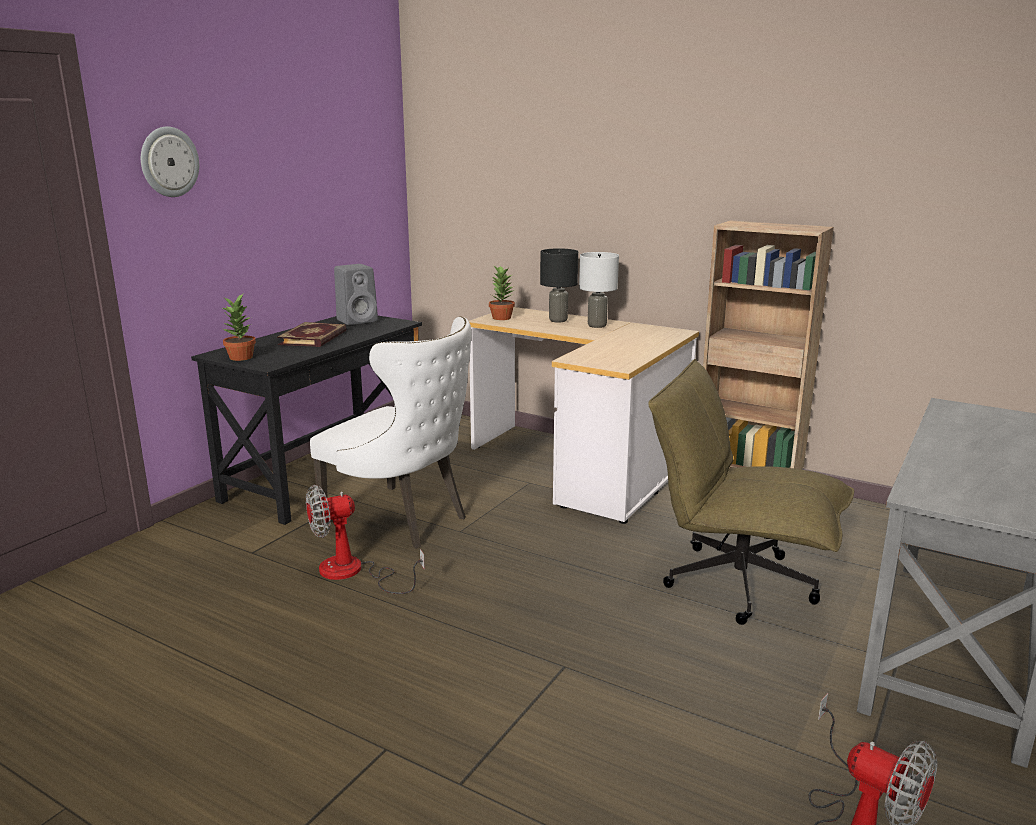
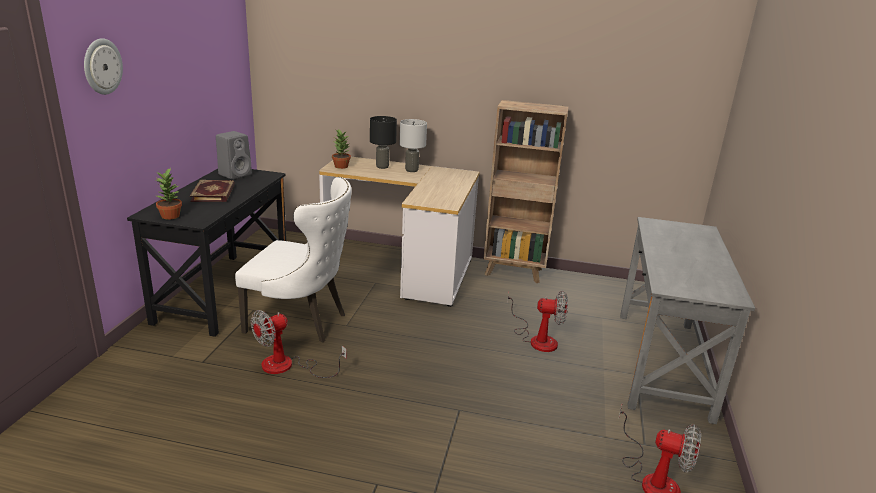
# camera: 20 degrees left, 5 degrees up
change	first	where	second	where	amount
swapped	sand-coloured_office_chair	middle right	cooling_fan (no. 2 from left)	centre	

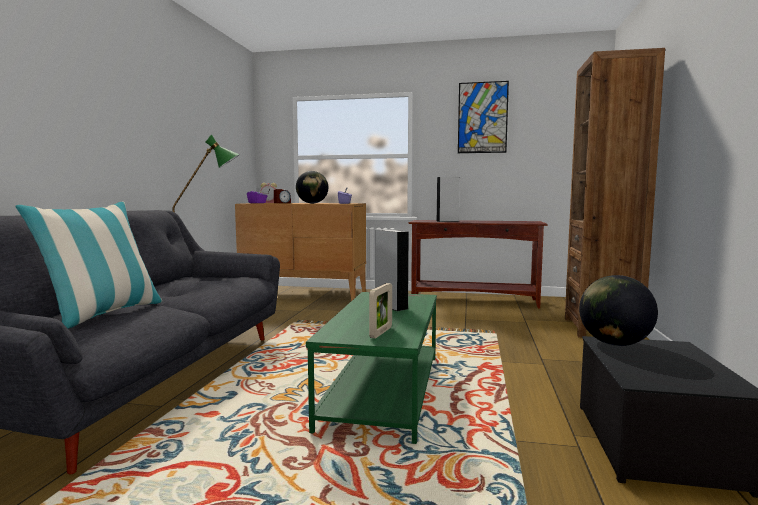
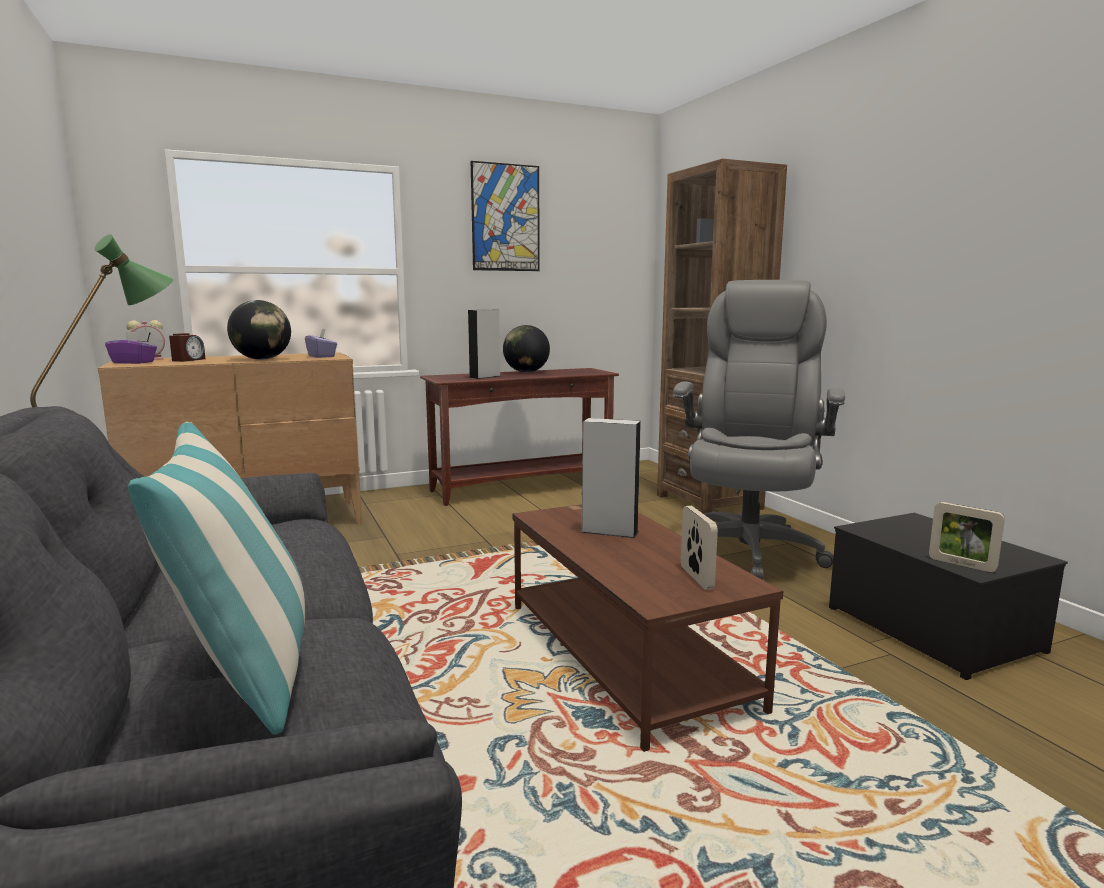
# camera: 35 degrees left, 5 degrees up
change	first	where	second	where	amount
shifted	desk_globe (no. 2 from left)	middle right		centre	
repainted	green_coffee_table	bottom centre	brown-coloured_coffee_table	bottom centre	
new			grey_office_chair	middle right	
new			standing_frame (no. 2 from left)	middle right	

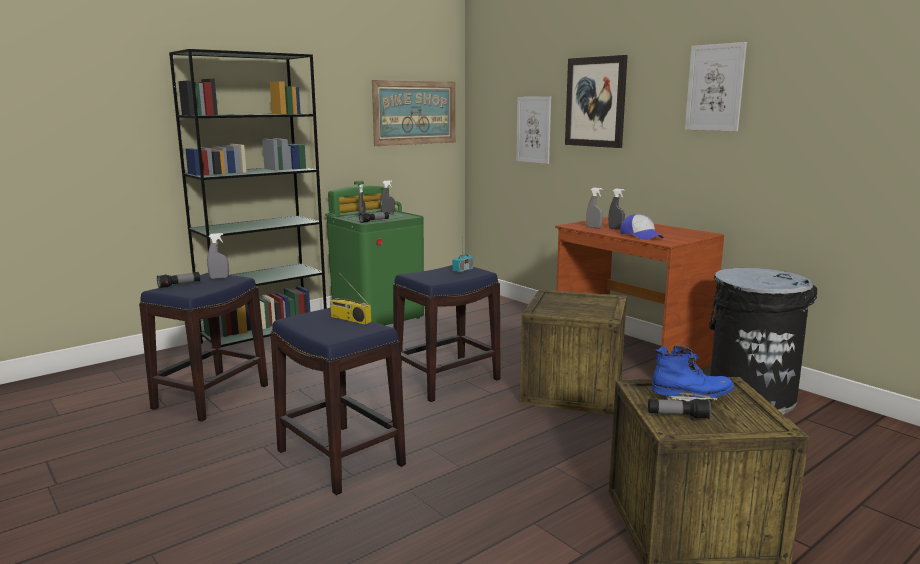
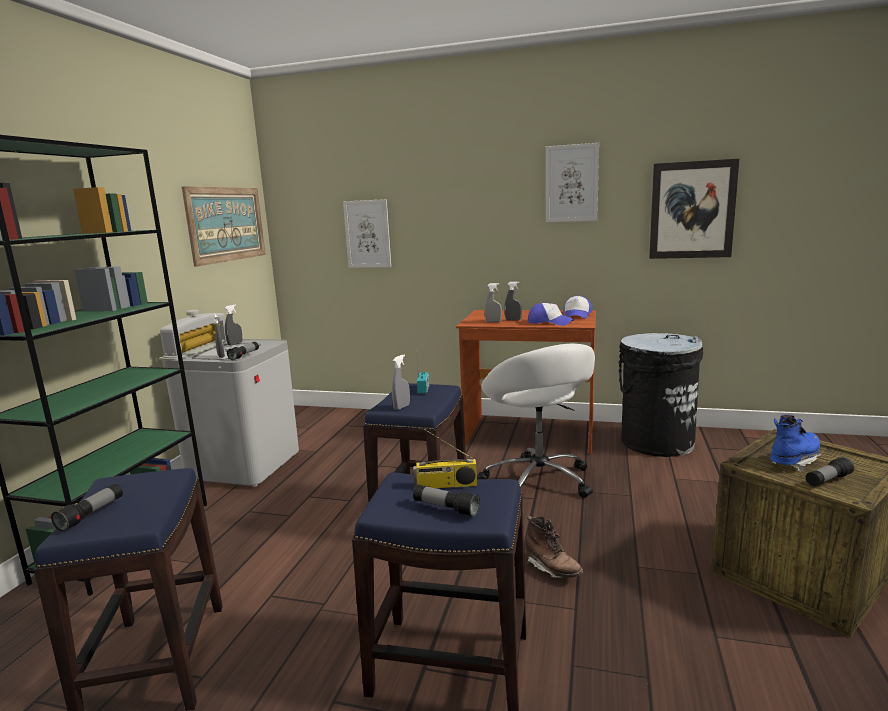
# camera: 35 degrees left, 0 degrees up
change	first	where	second	where	amount
shifted	wall_picture (no. 3 from left in the first image)	top centre	wall_picture (no. 4 from left)	top right	
repainted	green_washing_machine	centre	grey_washing_machine	middle left	
shifted	grey_sprayer (no. 1 from left in the first image)	middle left	grey_sprayer (no. 3 from left)	centre	
swapped	packing_crate (no. 1 from left)	centre	white-coloured_office_chair	centre	
new			cap (no. 2 from left)	centre	
new			flashlight (no. 3 from left)	bottom centre	
new			brown-coloured_boot	bottom centre	

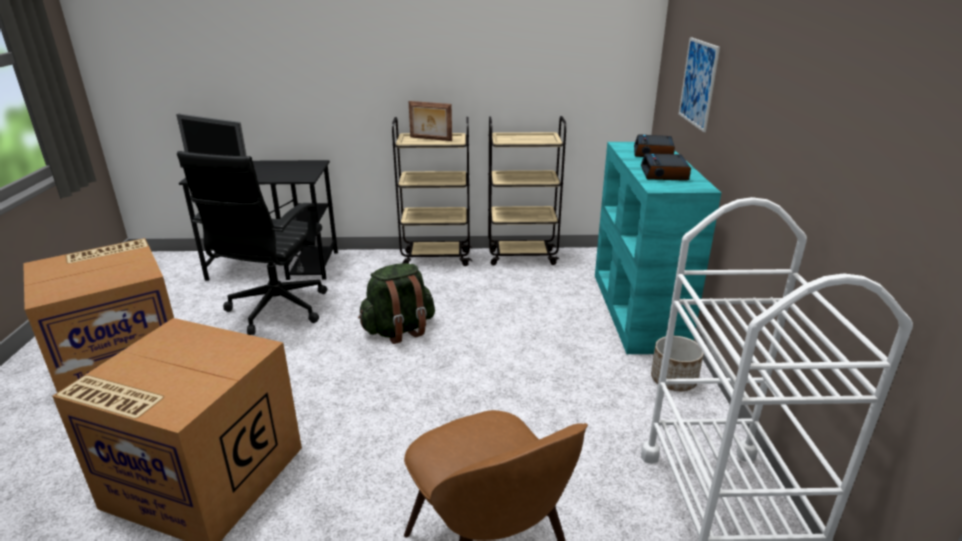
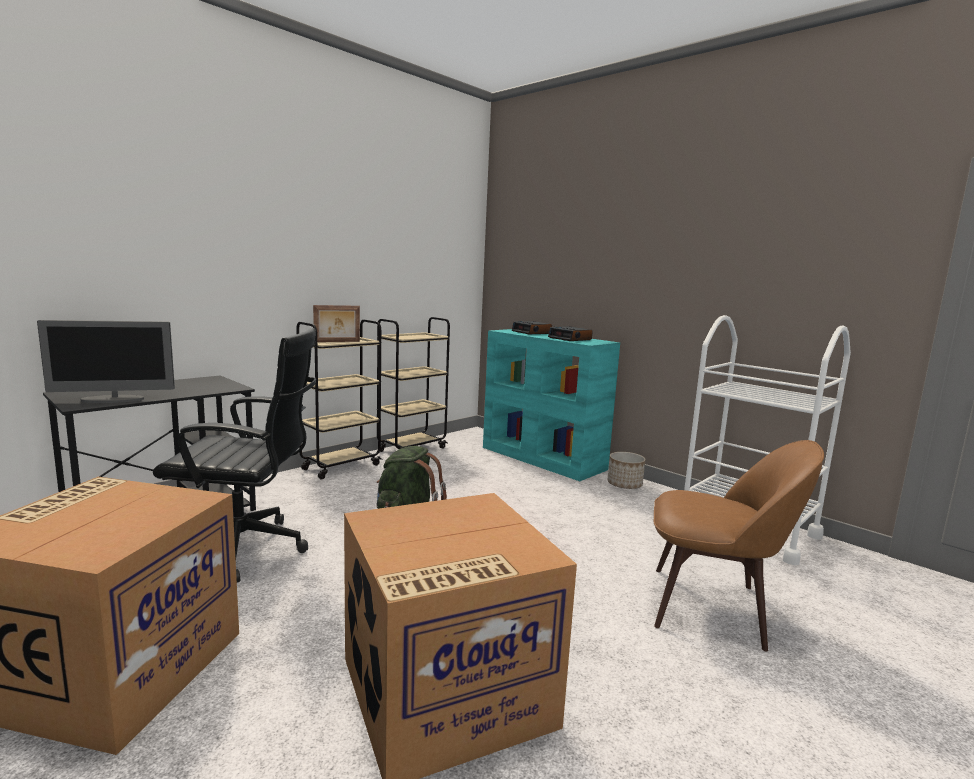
# camera: 45 degrees left, 15 degrees down
change	first	where	second	where	amount
gone	wall_picture	top right			
rotated	black_office_chair	middle left		middle left	60 degrees counterclockwise

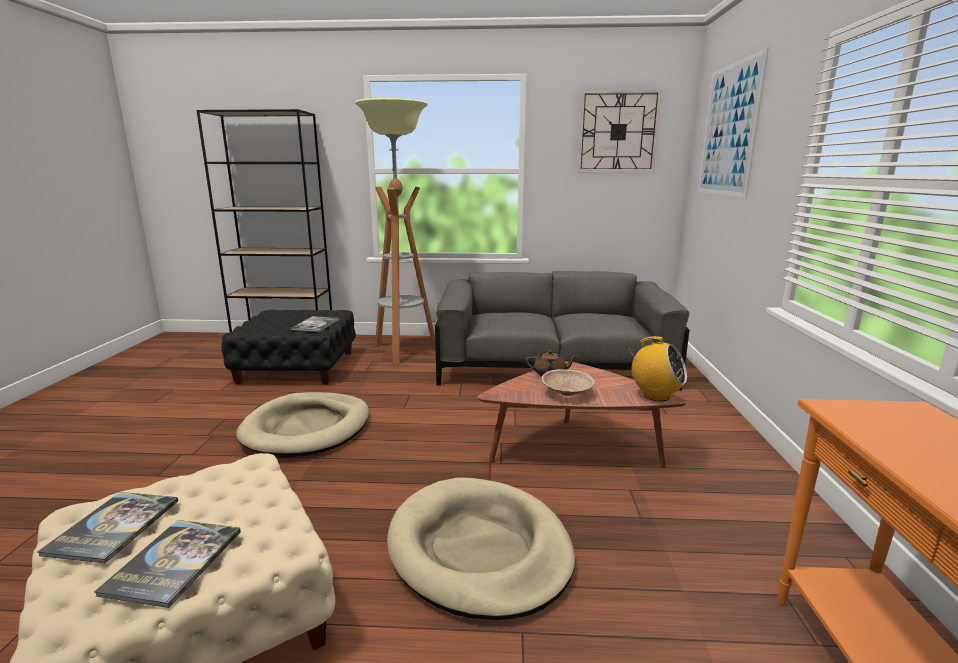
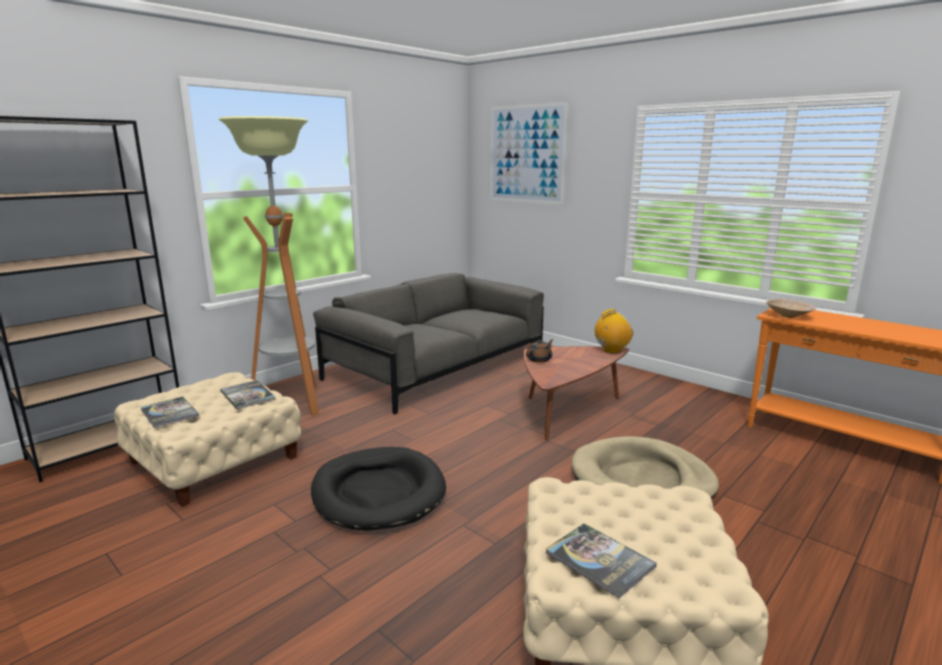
# camera: 50 degrees left, 0 degrees up
change	first	where	second	where	amount
gone	hanging_clock	top centre			
repainted	black_pouffe	middle left	sand-coloured_pouffe (no. 1 from left)	middle left	
shifted	sand-coloured_deep_dish	centre		middle right	
repainted	sand-coloured_dog_cushion (no. 1 from left)	middle left	black_dog_cushion	bottom centre	
shifted	book (no. 2 from left in the first image)	bottom left	book (no. 1 from left)	middle left	

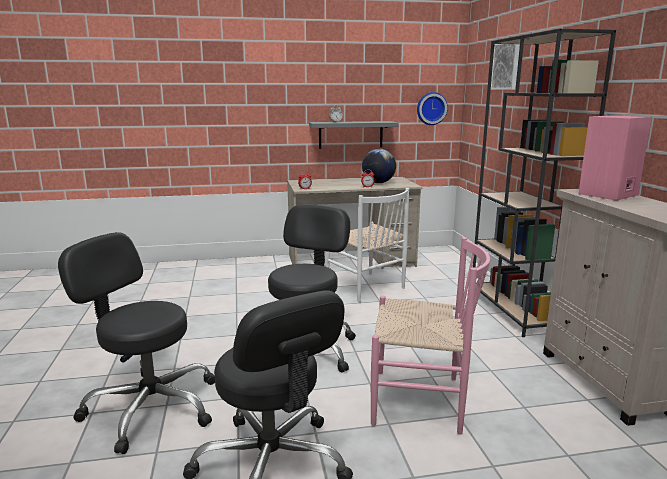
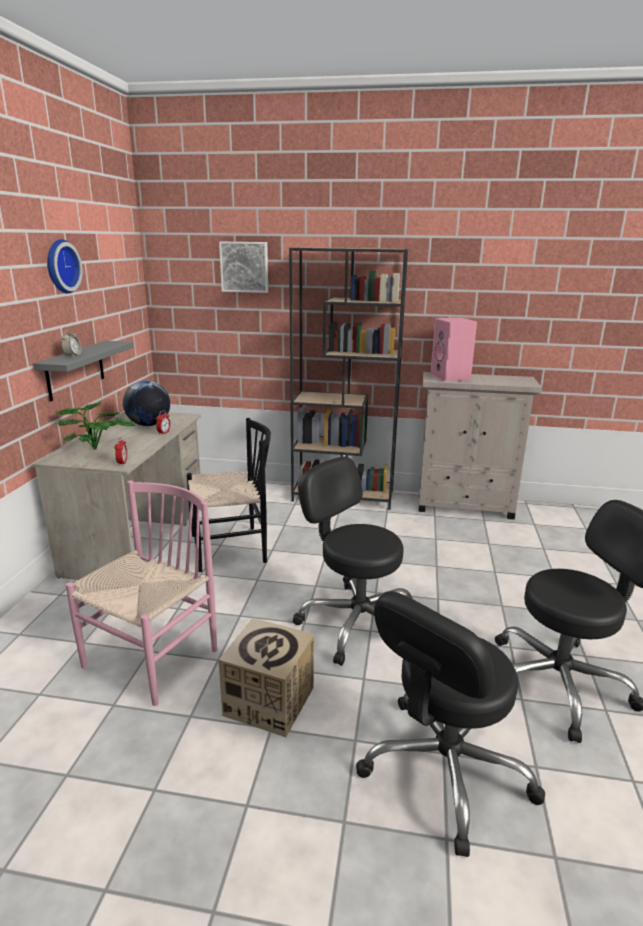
# camera: 70 degrees left, 5 degrees up
change	first	where	second	where	amount
shifted	hanging_clock	top centre		top left	
repainted	white-coloured_upright_chair	centre	black_upright_chair	centre	
shifted	pink_upright_chair	bottom centre		middle left	
new			plant_in_a_pot	middle left	
new			carton	bottom centre	

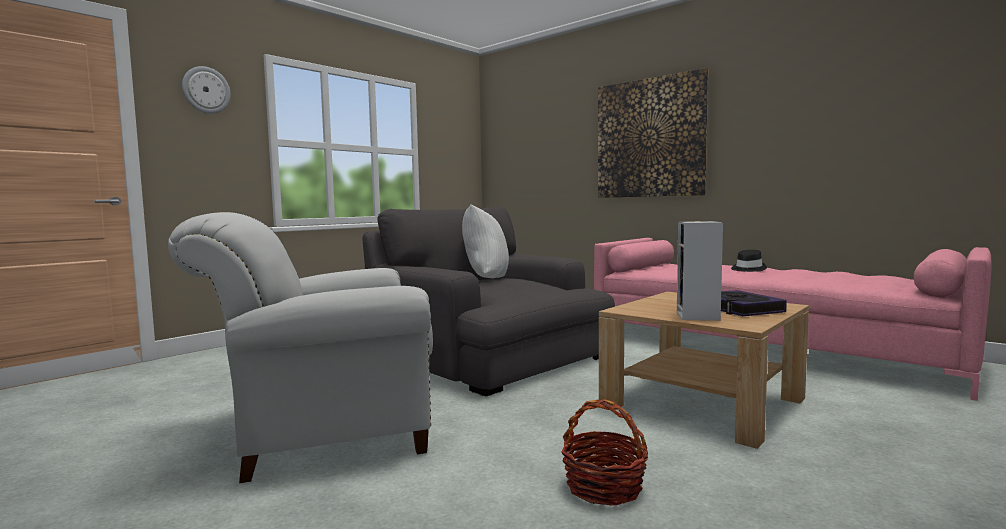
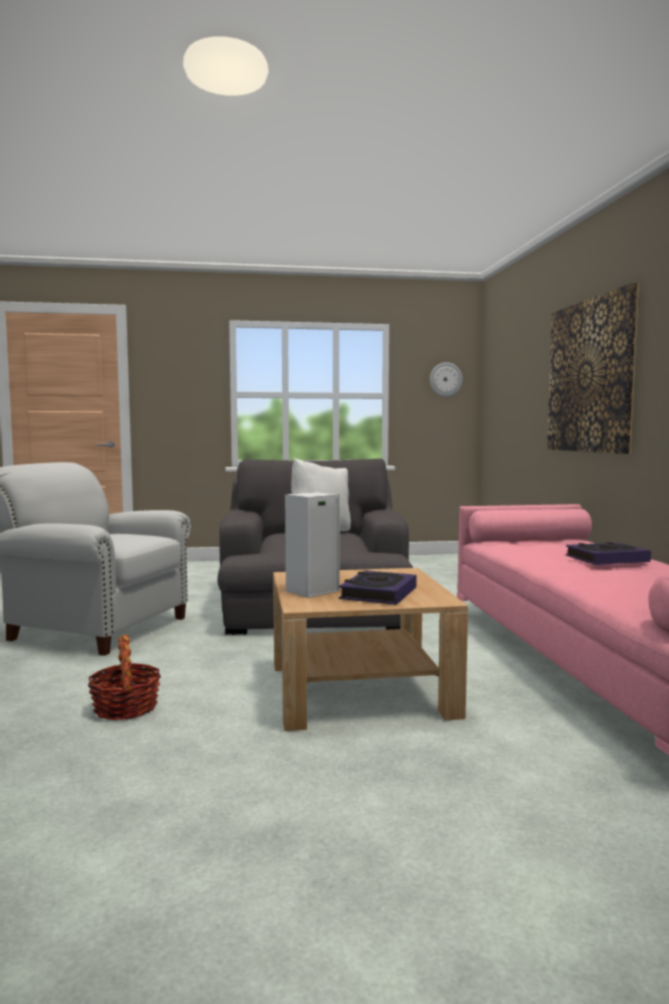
# camera: 40 degrees right, 0 degrees up
change	first	where	second	where	amount
shifted	hanging_clock	top left		middle right	
swapped	black_hat	middle right	book (no. 2 from left)	middle right	

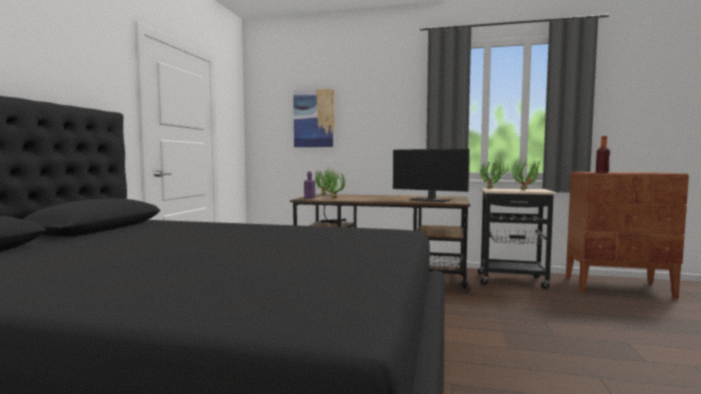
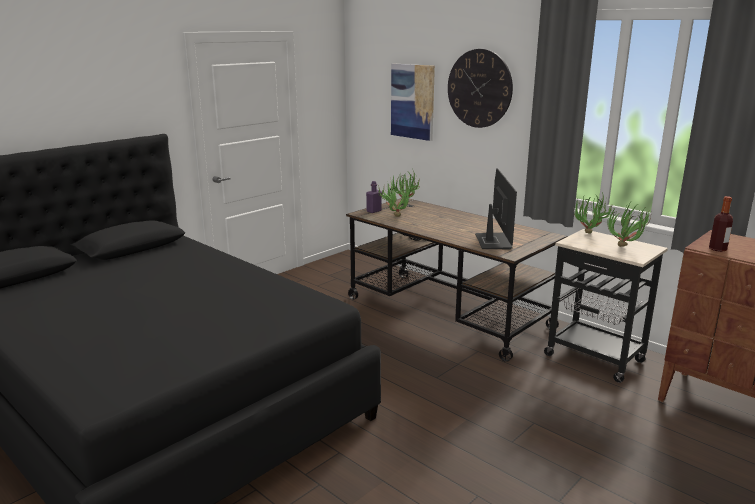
# camera: 30 degrees right, 15 degrees up
change	first	where	second	where	amount
rotated	computer_display	centre		centre	150 degrees counterclockwise
new			hanging_clock	top centre	

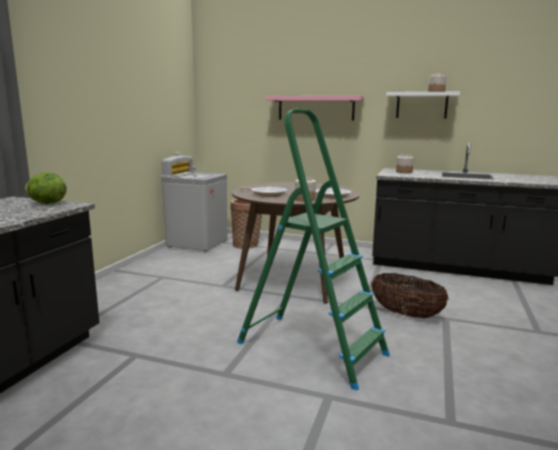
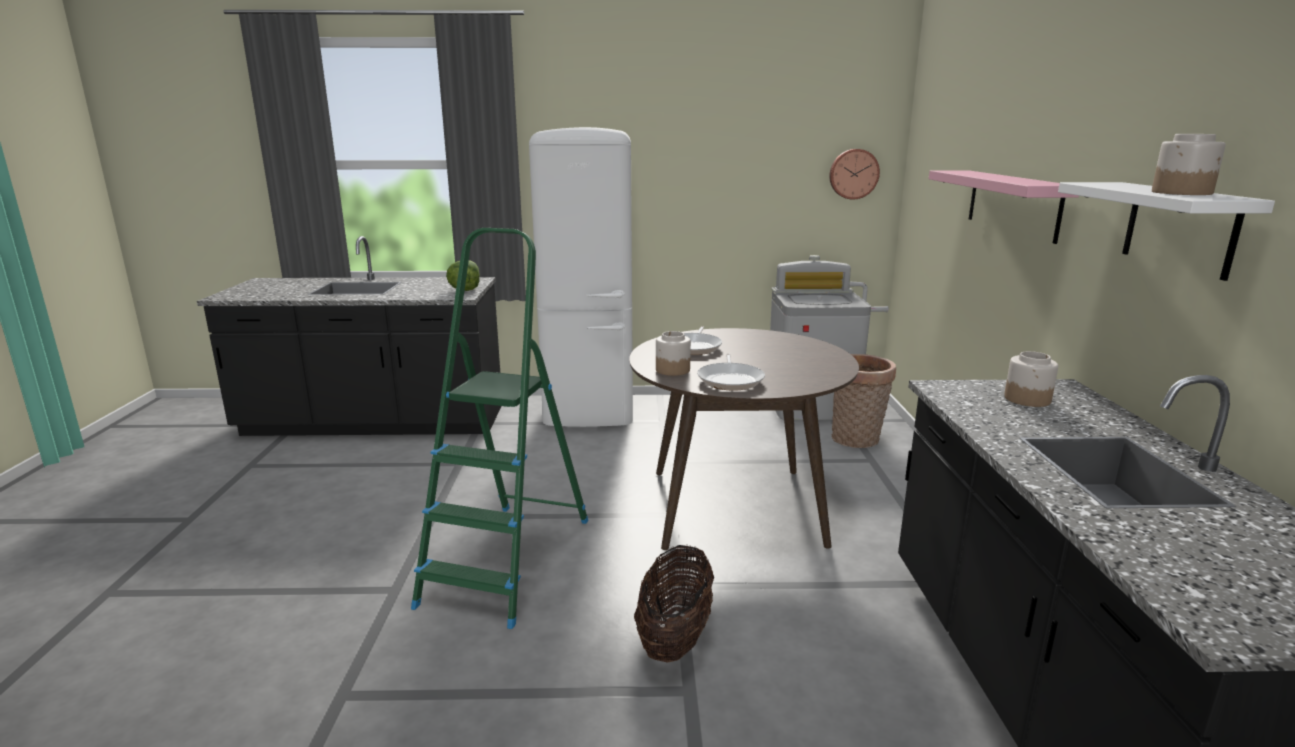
# camera: 70 degrees right, 5 degrees up
change	first	where	second	where	amount
new			white-coloured_refrigerator	centre	
new			hanging_clock	top centre	

